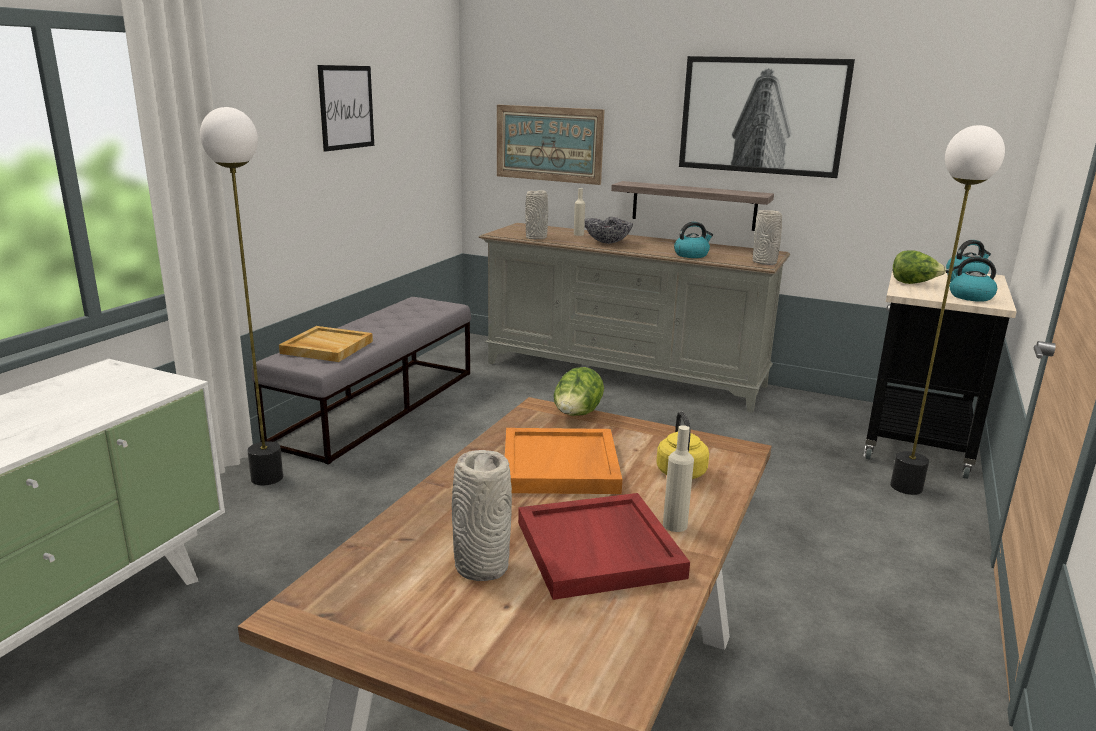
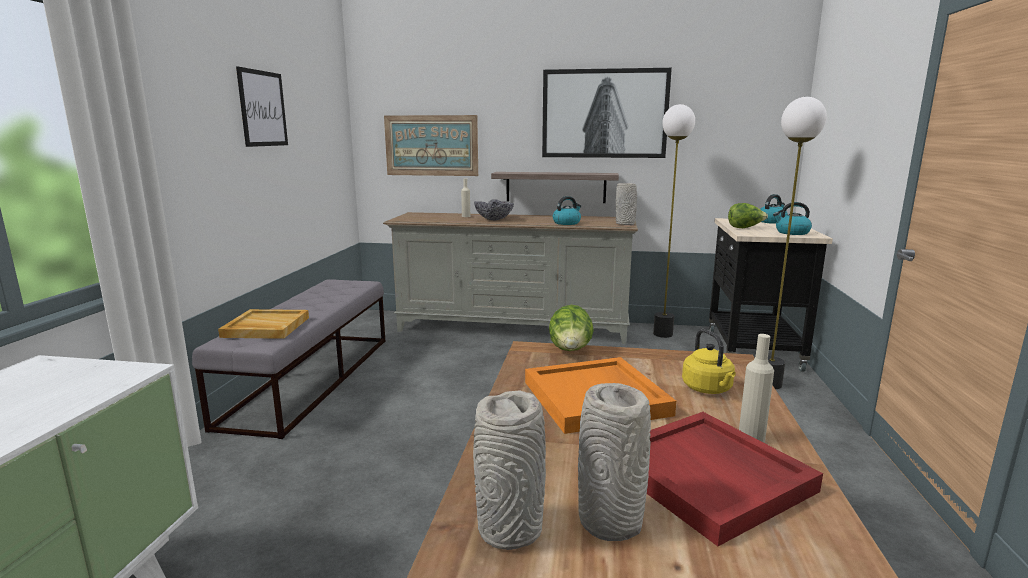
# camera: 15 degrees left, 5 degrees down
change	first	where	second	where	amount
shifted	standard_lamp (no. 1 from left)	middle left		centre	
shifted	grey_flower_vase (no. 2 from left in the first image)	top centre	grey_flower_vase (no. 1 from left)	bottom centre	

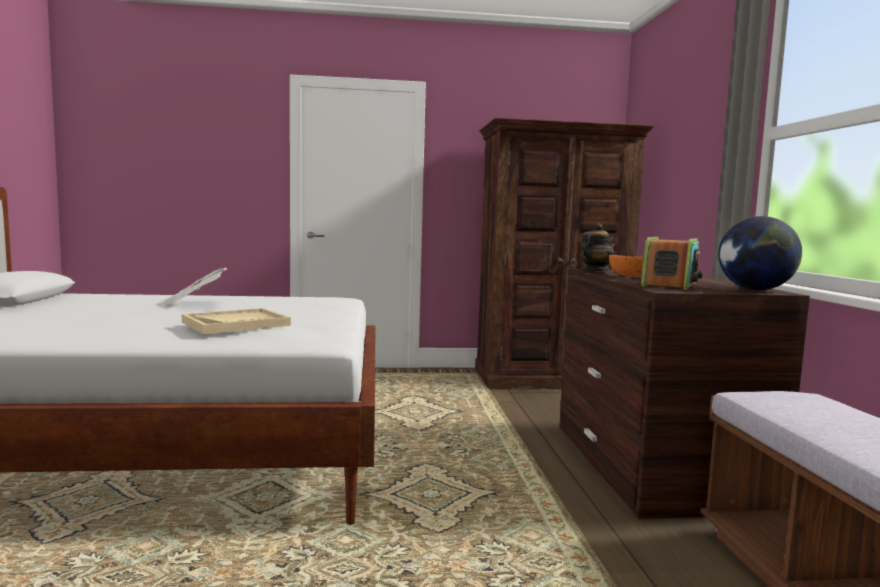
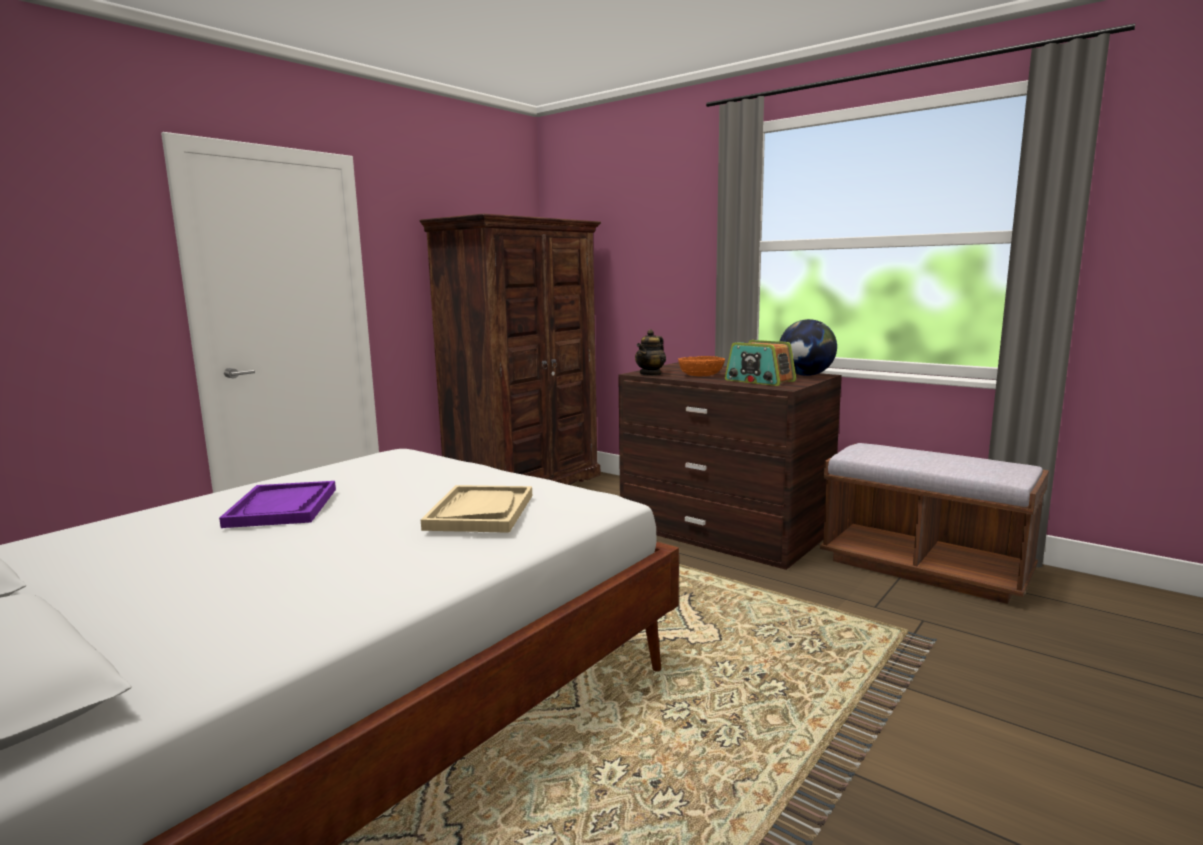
# camera: 45 degrees left, 5 degrees up
change	first	where	second	where	amount
rotated	pot_for_tea	middle right		centre	150 degrees counterclockwise
rotated	radio	middle right		centre	150 degrees clockwise
swapped	newspaper	middle left	purplish_carrying_tray	middle left	

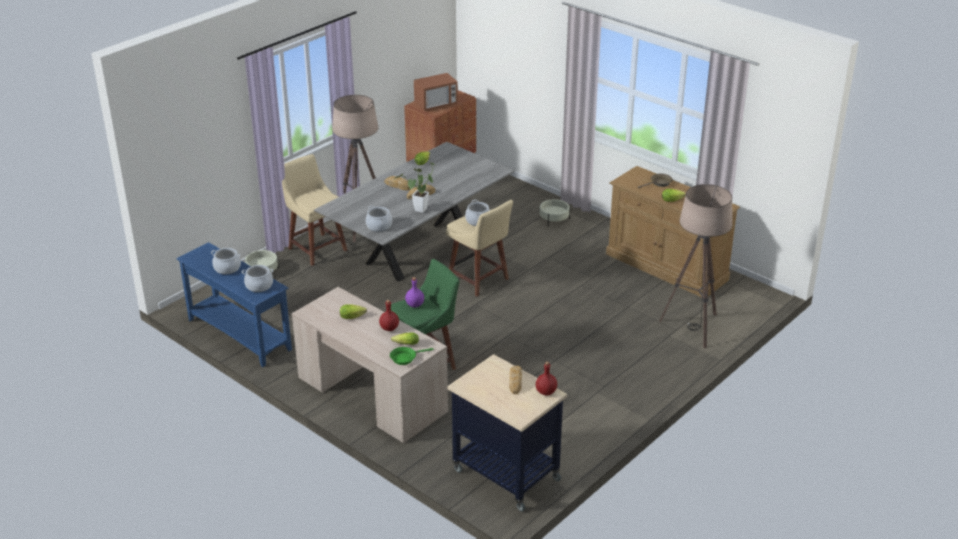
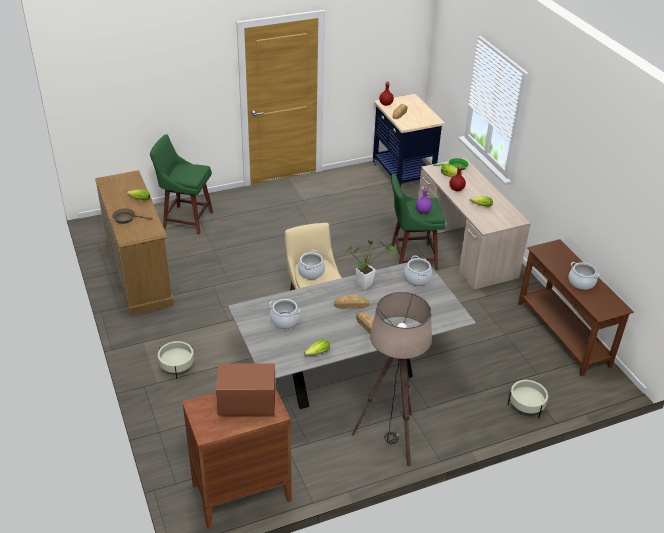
# camera: 155 degrees left, 5 degrees up
change	first	where	second	where	amount
gone	sand-coloured_sitting_stool (no. 1 from left)	middle left			
swapped	standard_lamp (no. 2 from left)	middle right	green_sitting_stool (no. 1 from left)	middle left	
repainted	blue_hall_table	middle left	brown-coloured_hall_table	middle right	
shifted	cooking_pot (no. 2 from left in the first image)	middle left	cooking_pot (no. 1 from left)	centre	

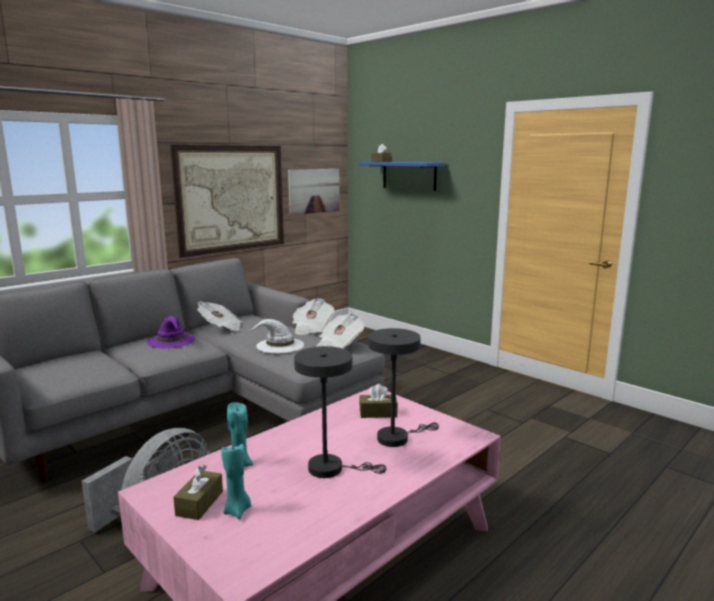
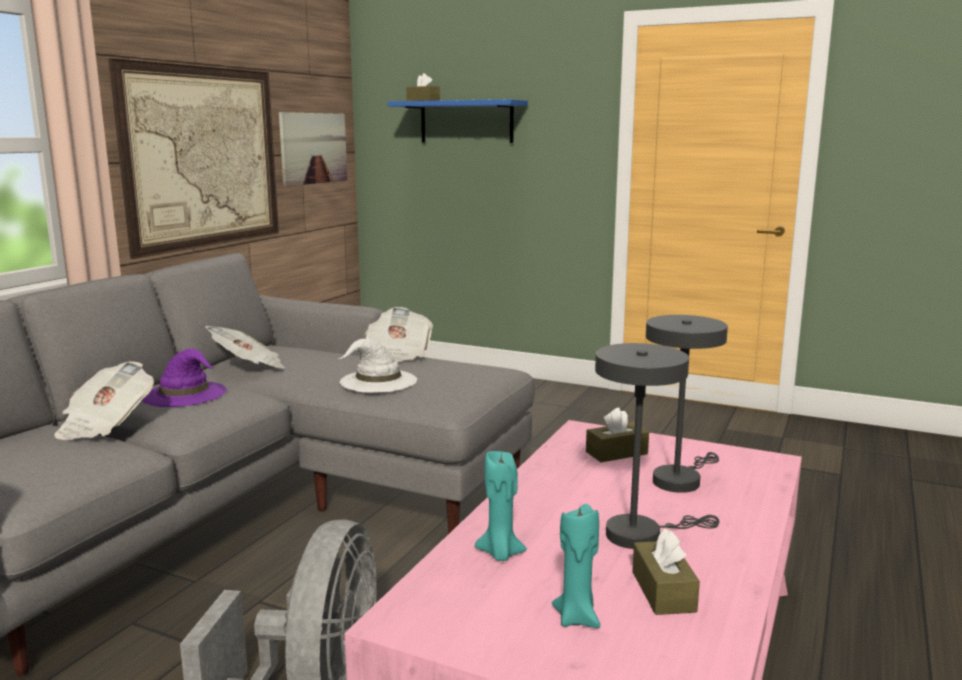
# camera: 20 degrees left, 0 degrees up
change	first	where	second	where	amount
shifted	newspaper (no. 3 from left in the first image)	centre	newspaper (no. 1 from left)	middle left	
shifted	brown-coloured_box_of_tissues (no. 1 from left in the first image)	bottom left	brown-coloured_box_of_tissues (no. 3 from left)	bottom right	

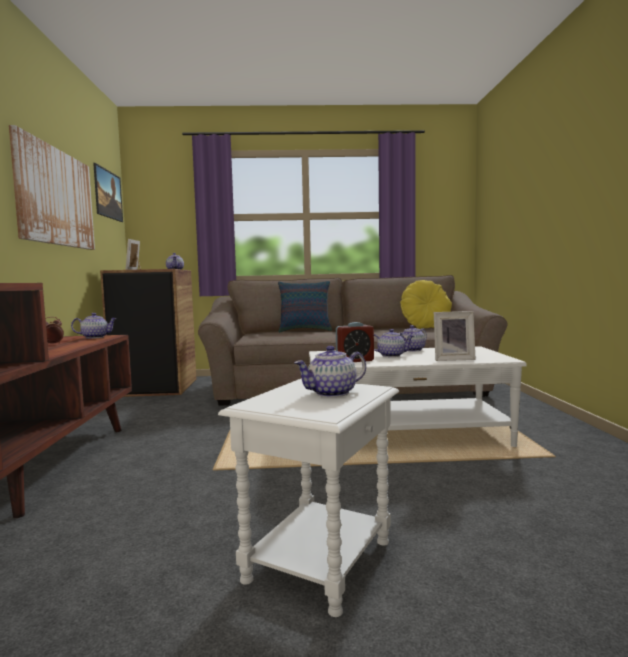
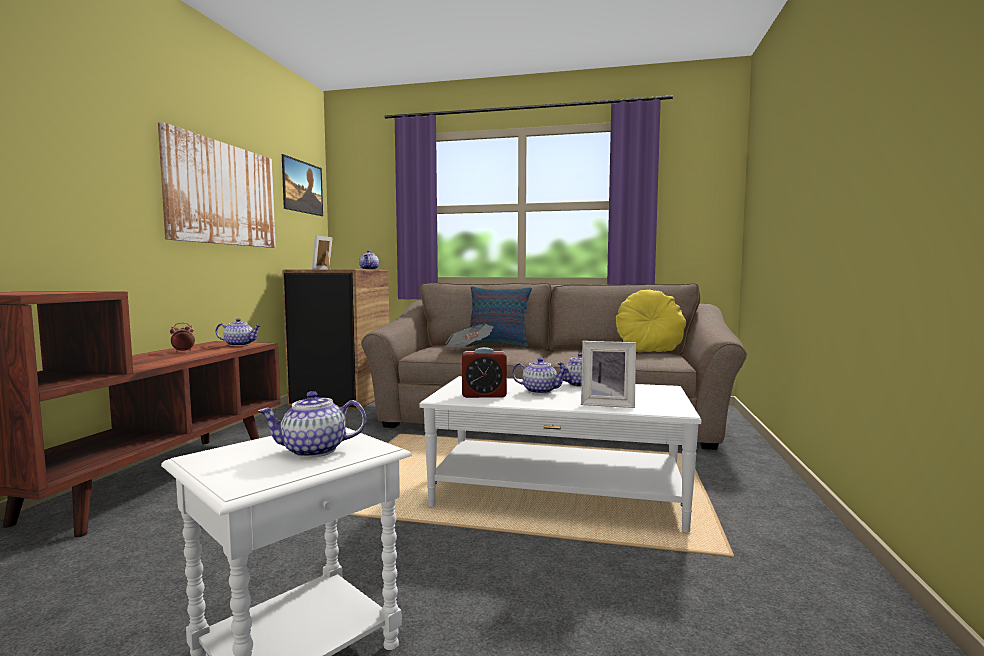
# camera: 15 degrees right, 0 degrees up
change	first	where	second	where	amount
new			newspaper	centre	

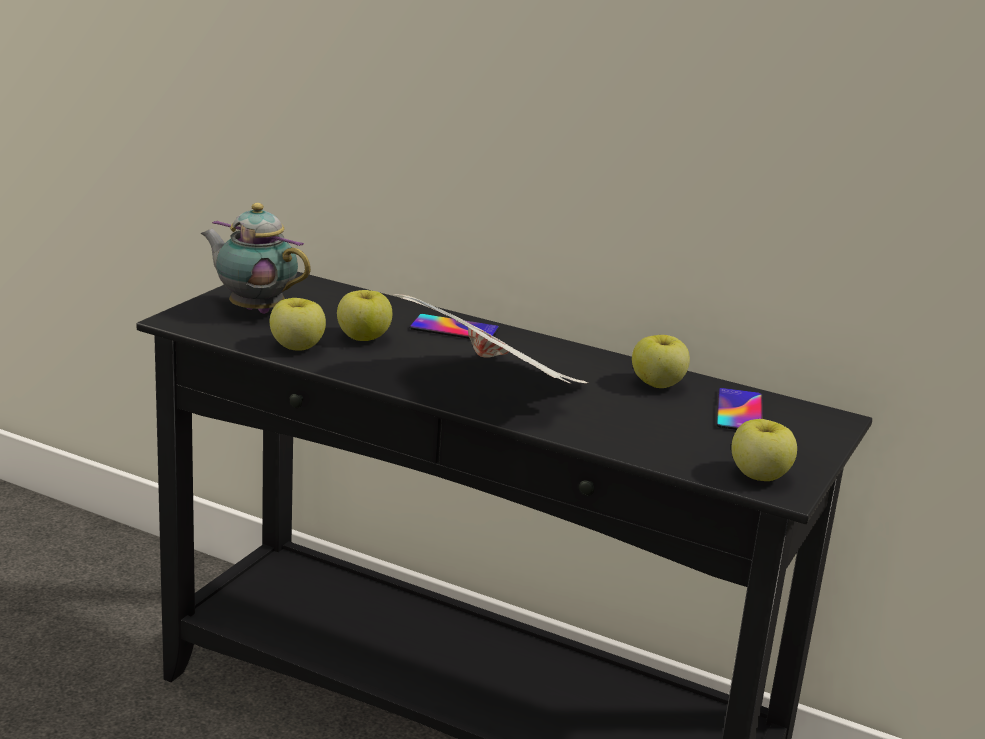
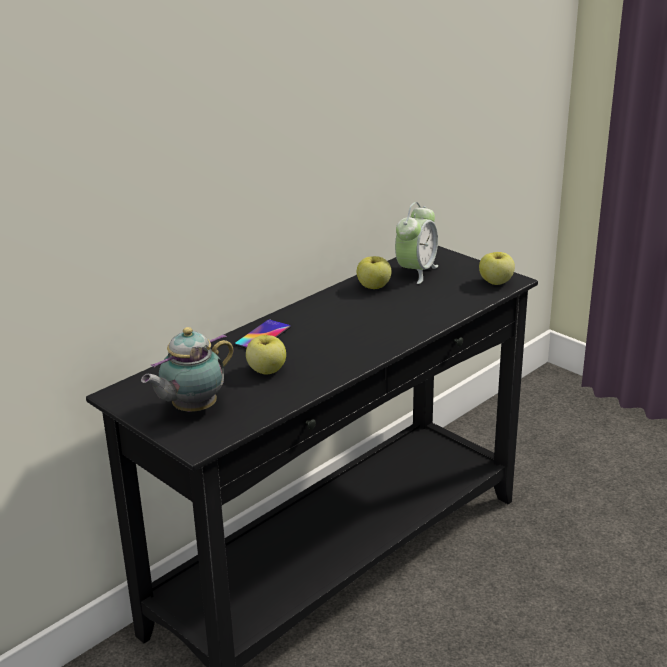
# camera: 70 degrees left, 5 degrees up
change	first	where	second	where	amount
gone	newspaper	centre			
gone	whole_apple (no. 1 from left)	middle left			
swapped	phone (no. 2 from left)	middle right	bedside_clock	centre	

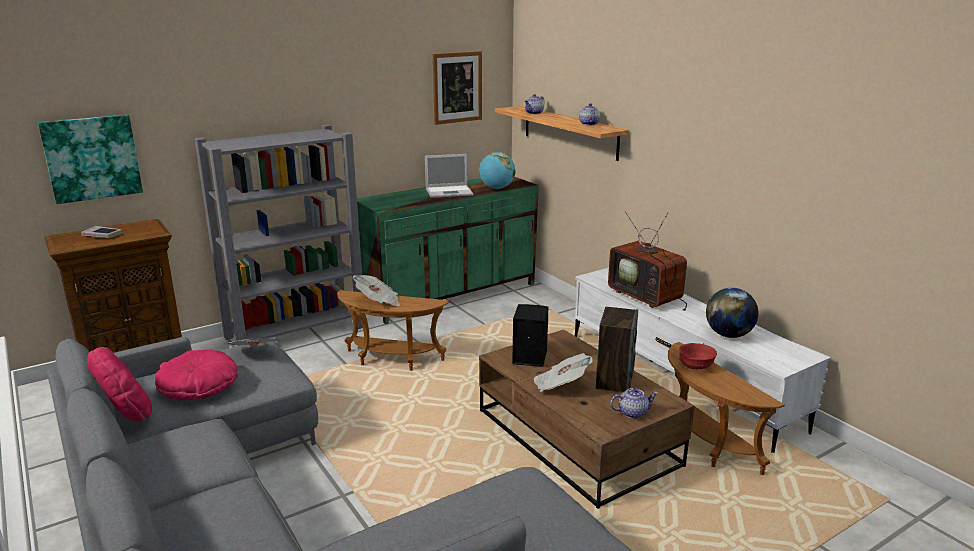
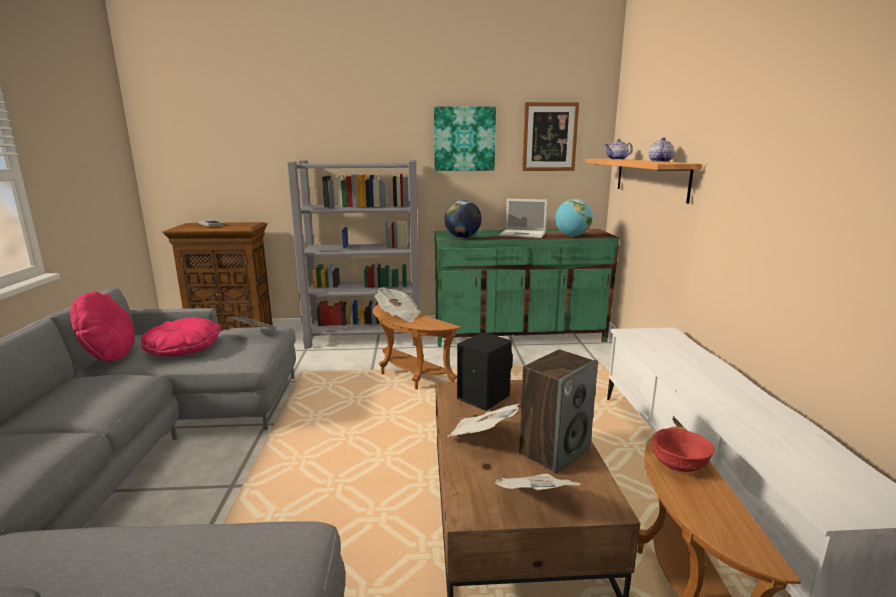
# camera: 30 degrees right, 5 degrees down
change	first	where	second	where	amount
shifted	wall_picture (no. 1 from left)	top left		top centre	
gone	television	centre			
shifted	desk_globe (no. 2 from left in the first image)	middle right	desk_globe (no. 1 from left)	centre	
swapped	pot_for_tea (no. 3 from left)	bottom centre	newspaper (no. 4 from left)	bottom centre	

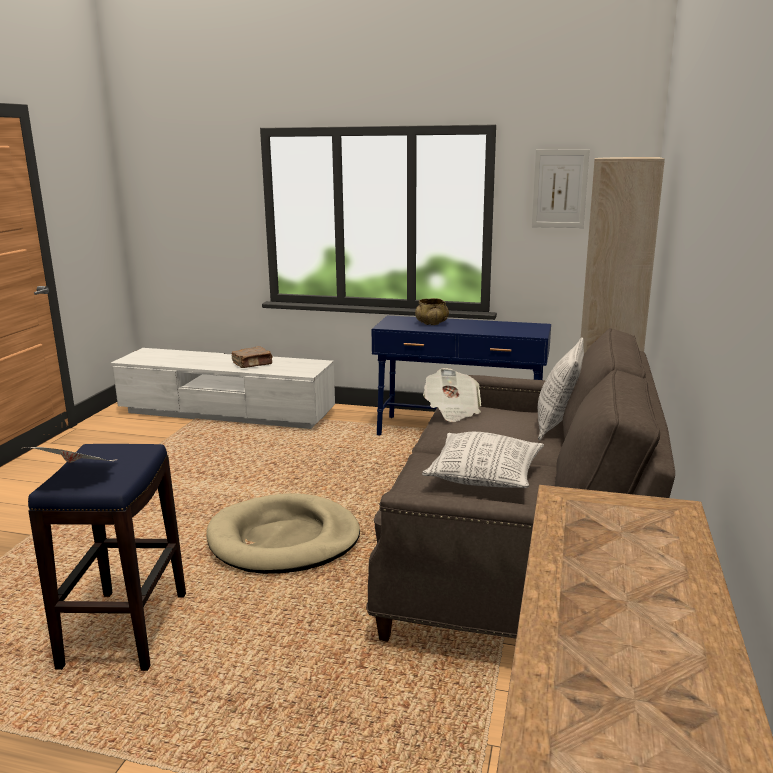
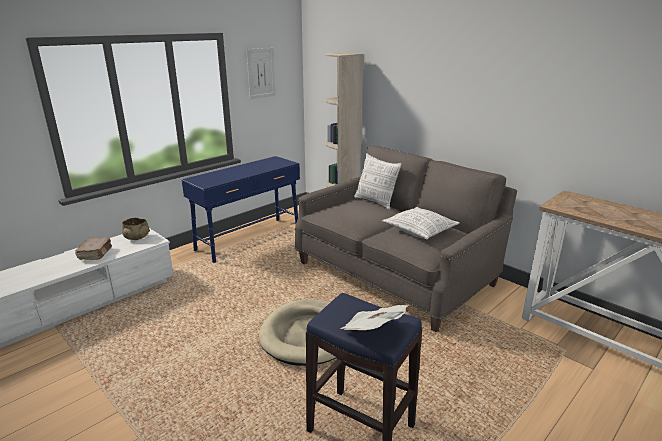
# camera: 60 degrees left, 5 degrees up
change	first	where	second	where	amount
shifted	sand-coloured_deep_dish	centre		middle left	
gone	newspaper (no. 2 from left)	centre			

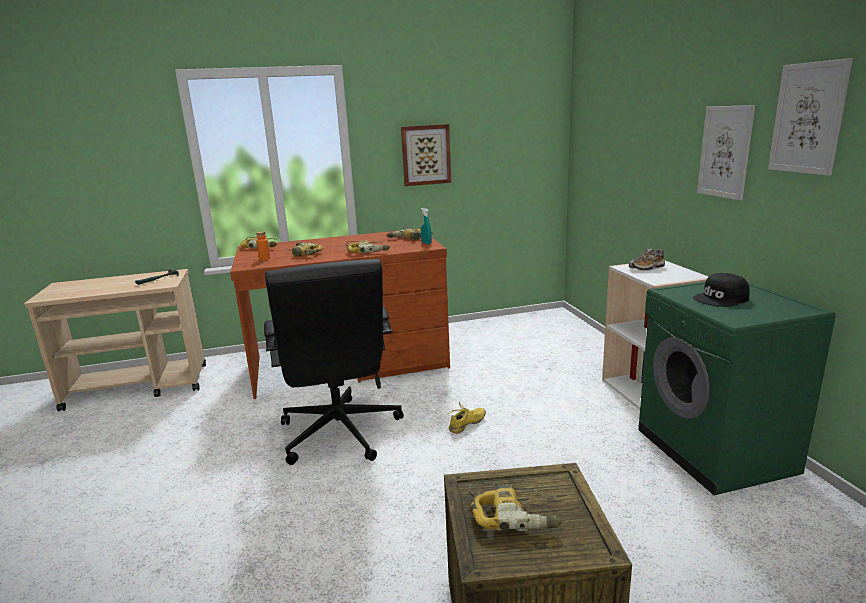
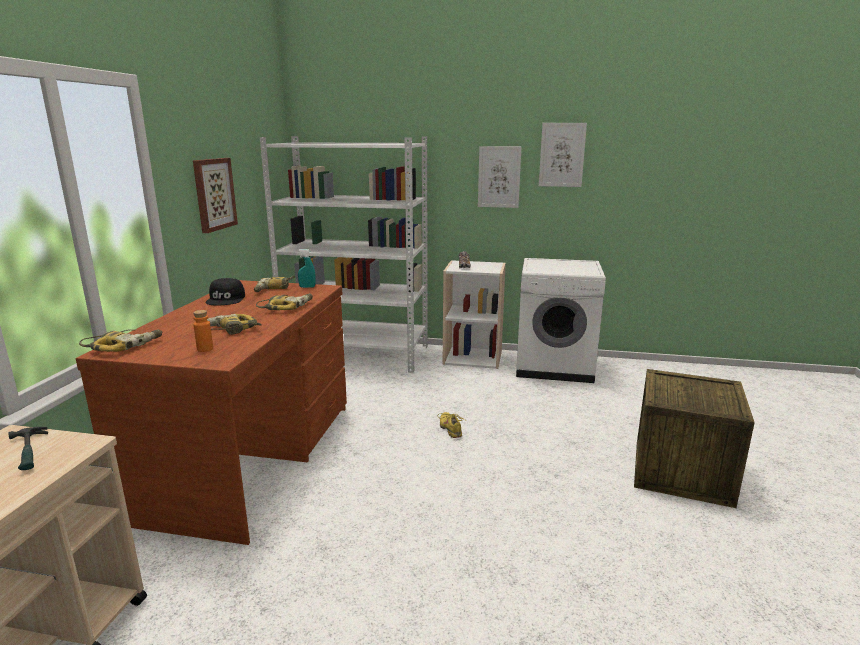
# camera: 65 degrees left, 0 degrees up
change	first	where	second	where	amount
gone	black_office_chair	centre			
shifted	black_cap	middle right		middle left	
repainted	green_washing_machine	middle right	white-coloured_washing_machine	centre	
gone	electric_drill (no. 5 from left)	bottom centre			
new			white-coloured_bookshelf (no. 1 from left)	centre	

